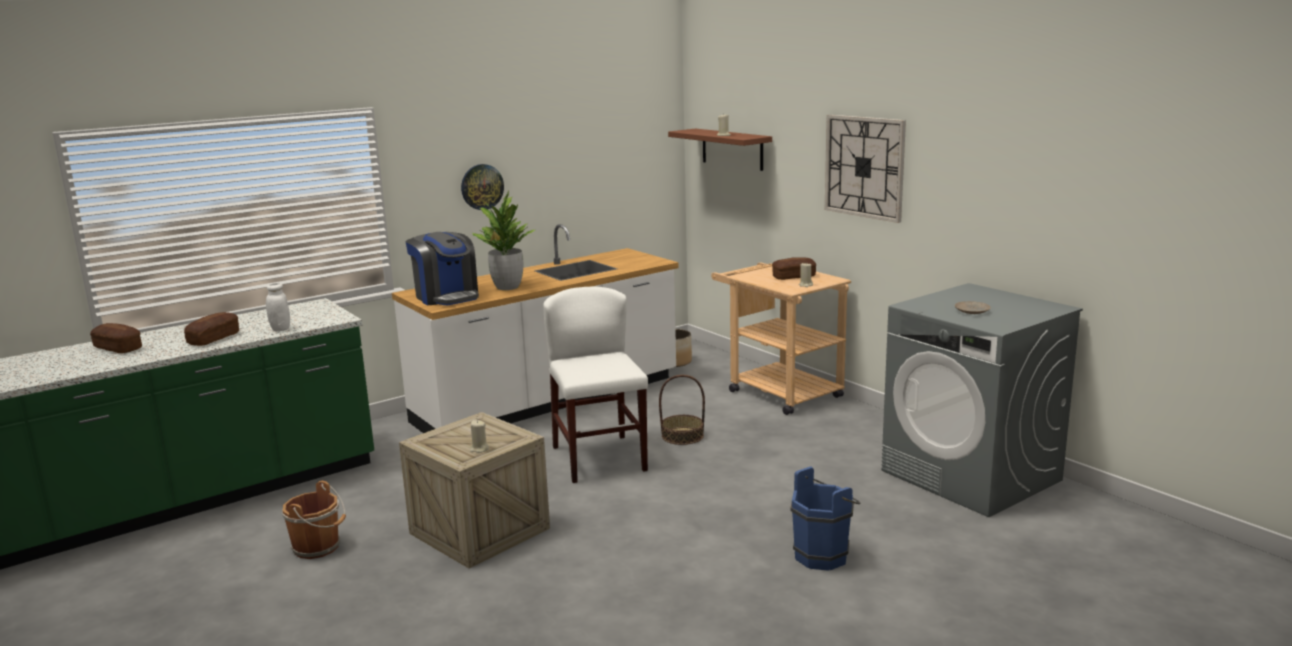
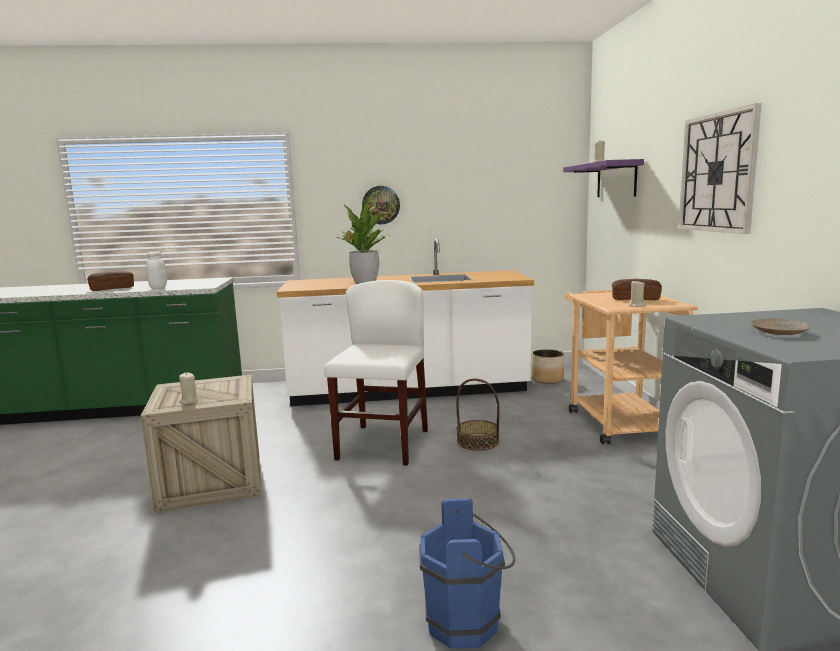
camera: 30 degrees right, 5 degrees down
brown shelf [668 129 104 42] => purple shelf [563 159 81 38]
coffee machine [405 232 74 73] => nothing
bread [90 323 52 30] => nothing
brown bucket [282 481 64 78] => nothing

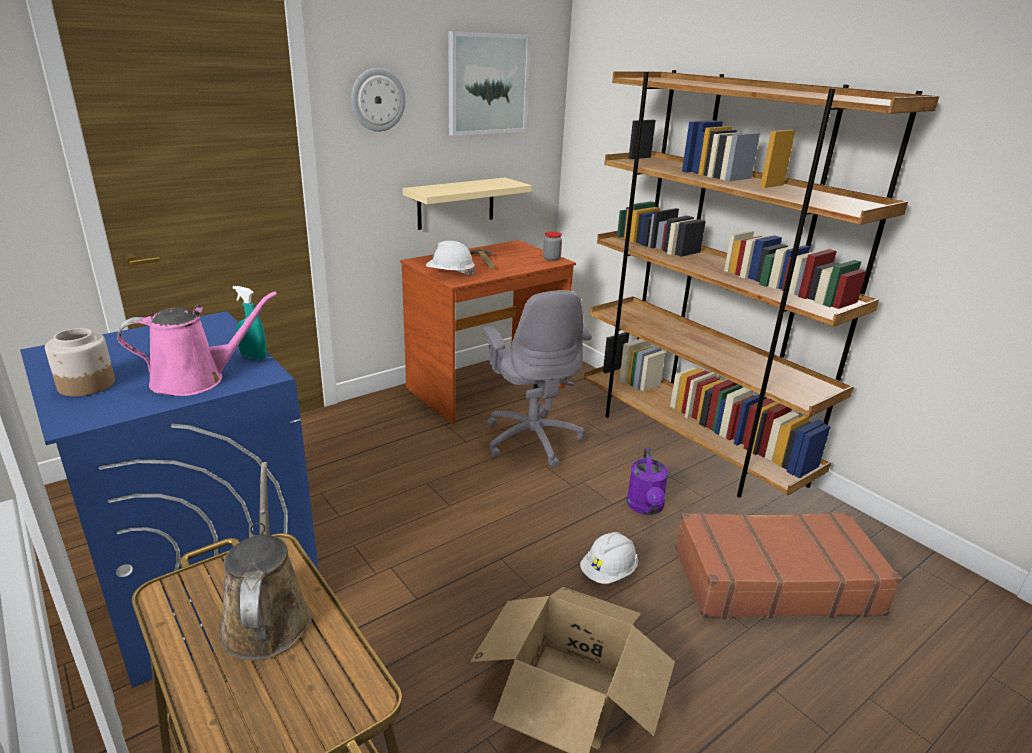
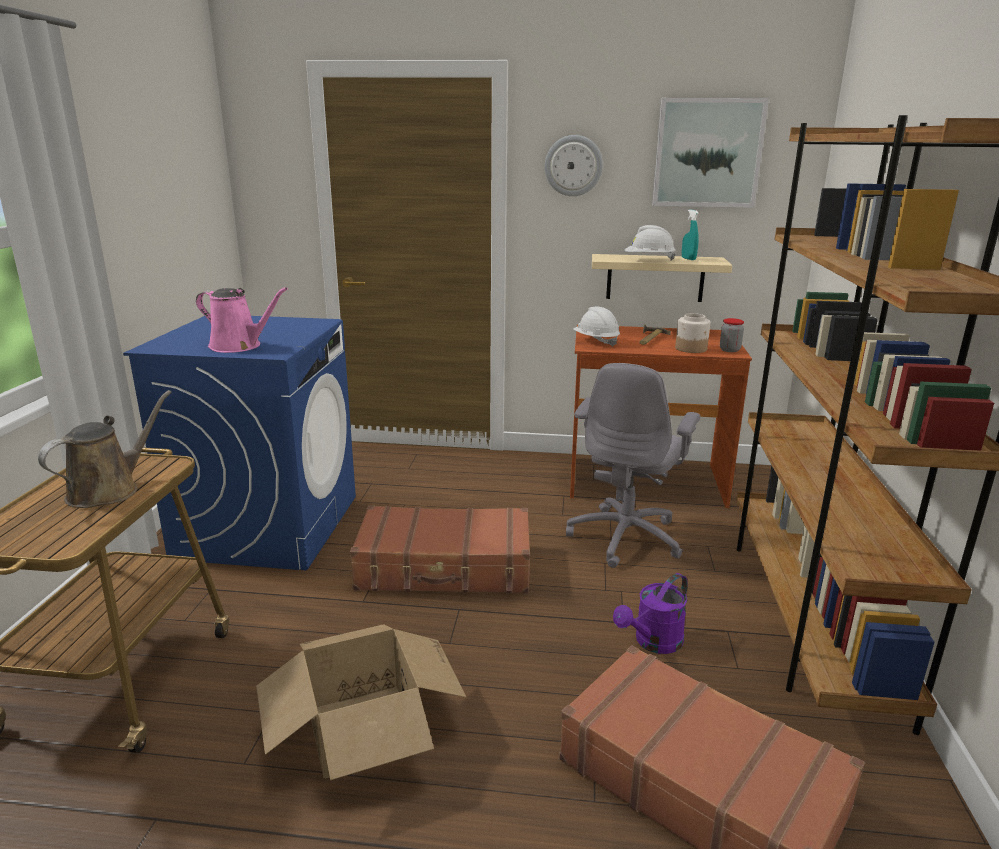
camera: 45 degrees right, 5 degrees down
turquoise spray bottle [233 286 34 74] => turquoise spray bottle [682 210 17 50], move
jar [45 328 70 69] => jar [675 313 35 40], move
white hard hat [580 532 58 52] => white hard hat [624 225 52 36], move
nothing => brown suitcase [350 505 180 88]

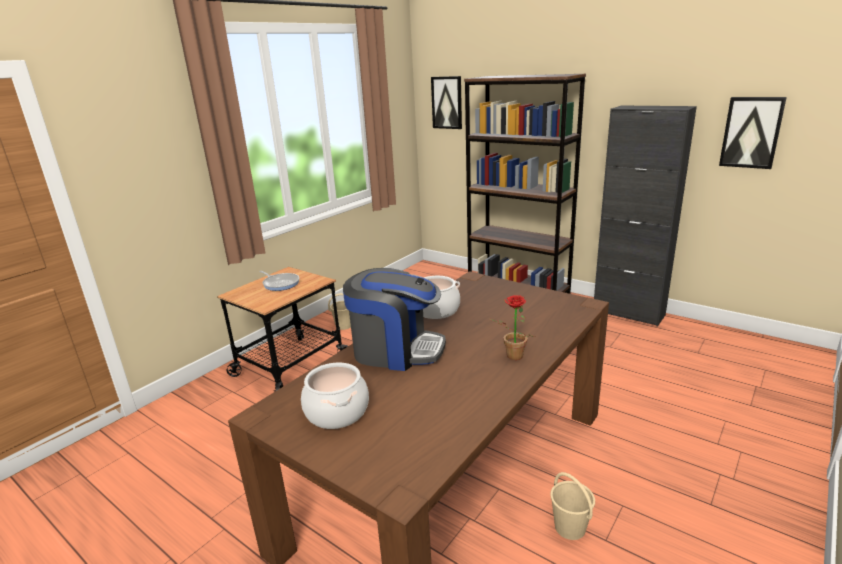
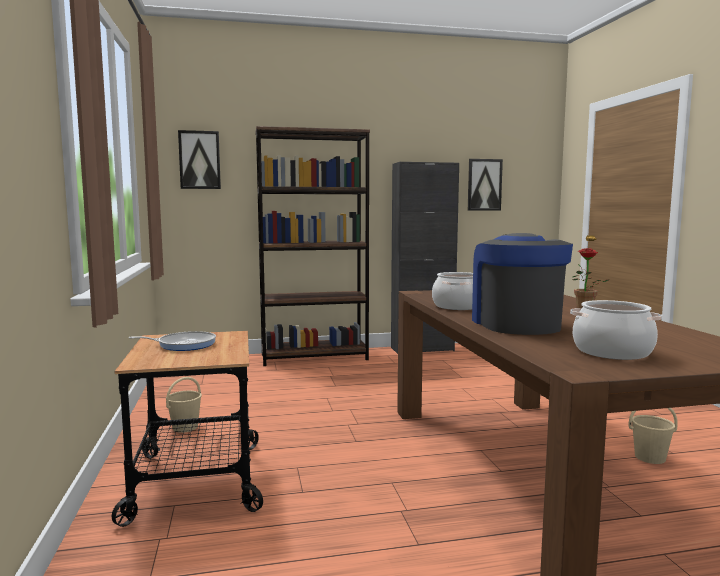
camera: 50 degrees left, 15 degrees down
coffee machine [343 268 103 103] => coffee machine [472 233 101 102], 60 degrees counterclockwise

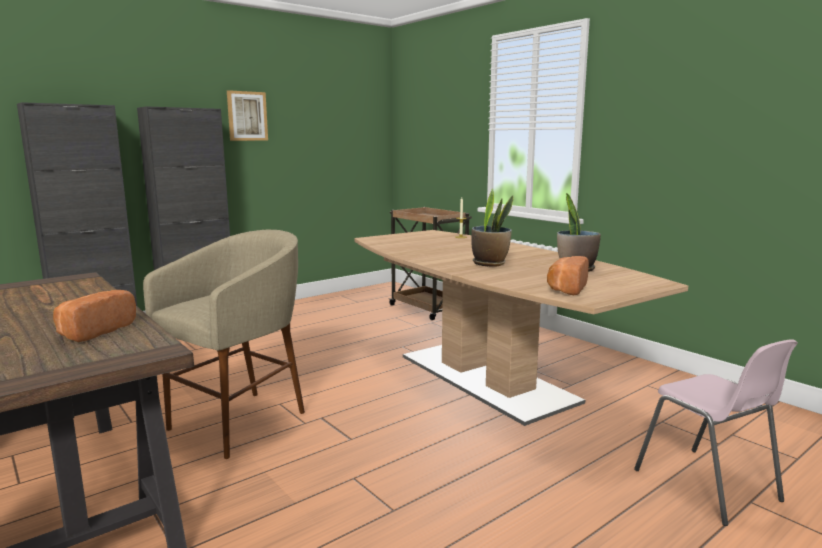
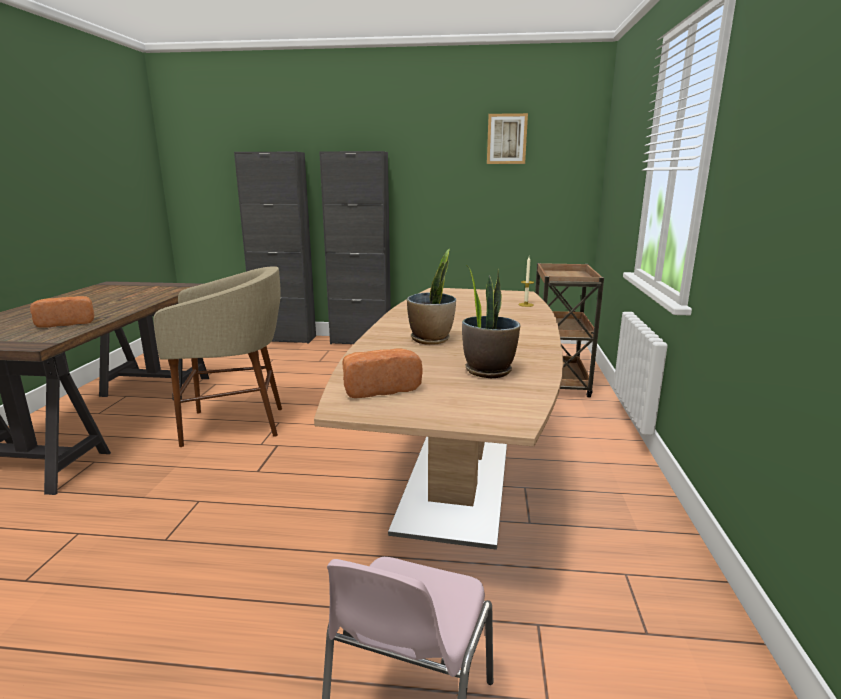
camera: 45 degrees right, 5 degrees up
picture [227 90 41 51] => picture [487 113 41 51], move

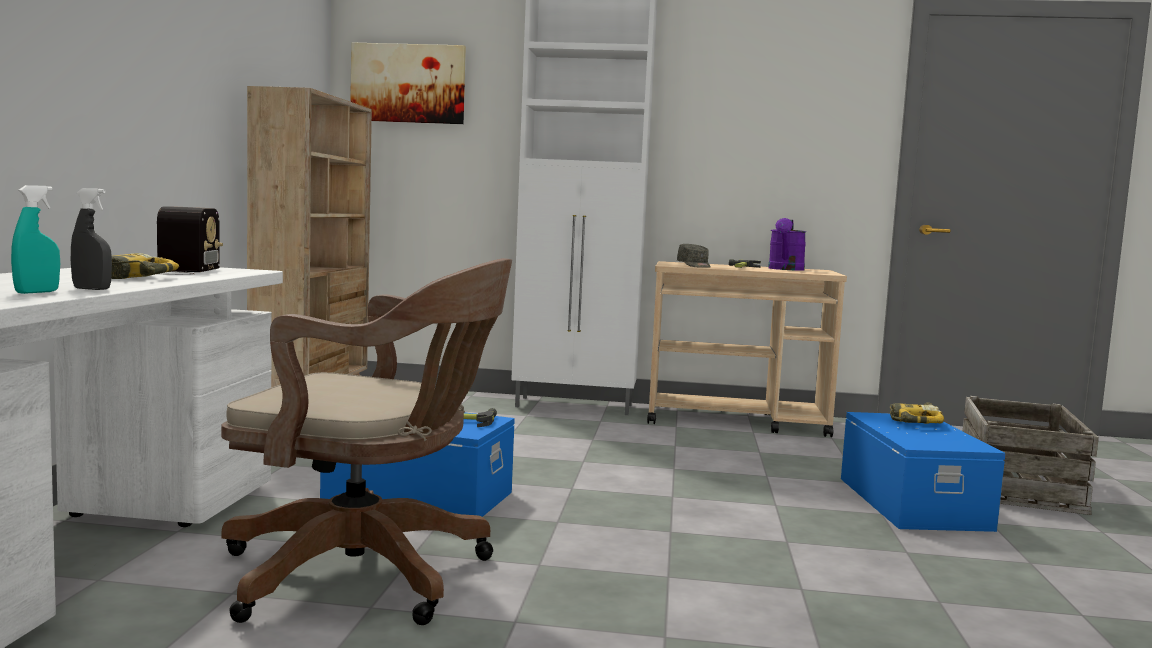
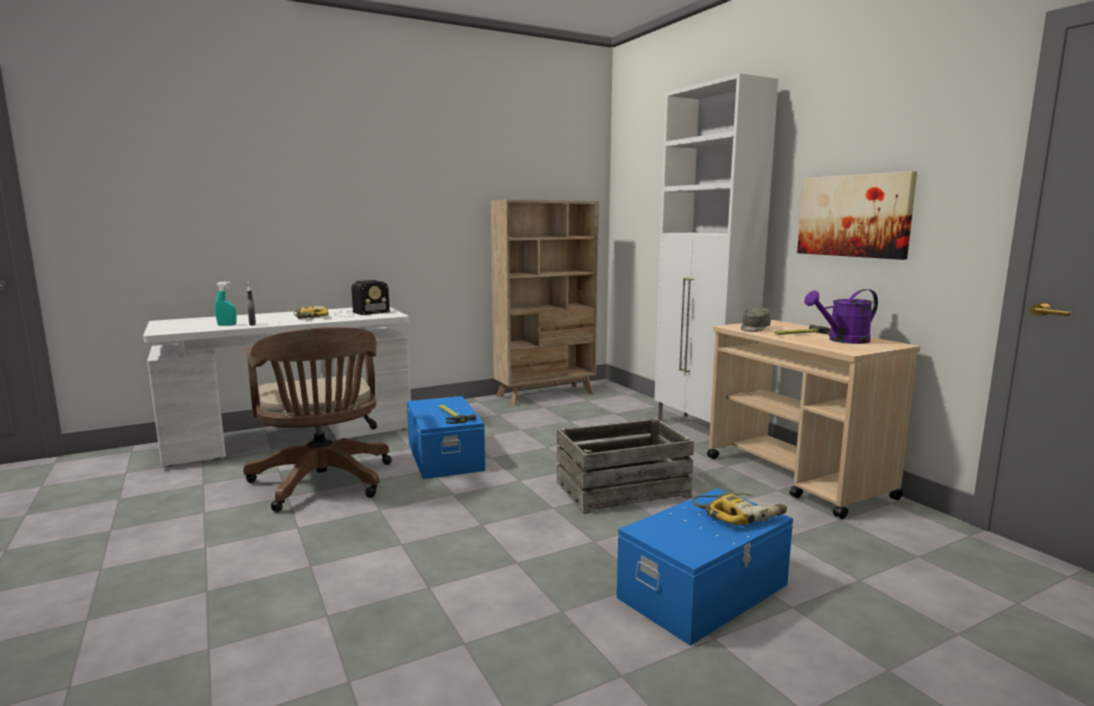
camera: 55 degrees right, 5 degrees up
picture [350 42 116 82] => picture [797 171 120 89], move
crate [963 396 136 119] => crate [557 418 137 96], move

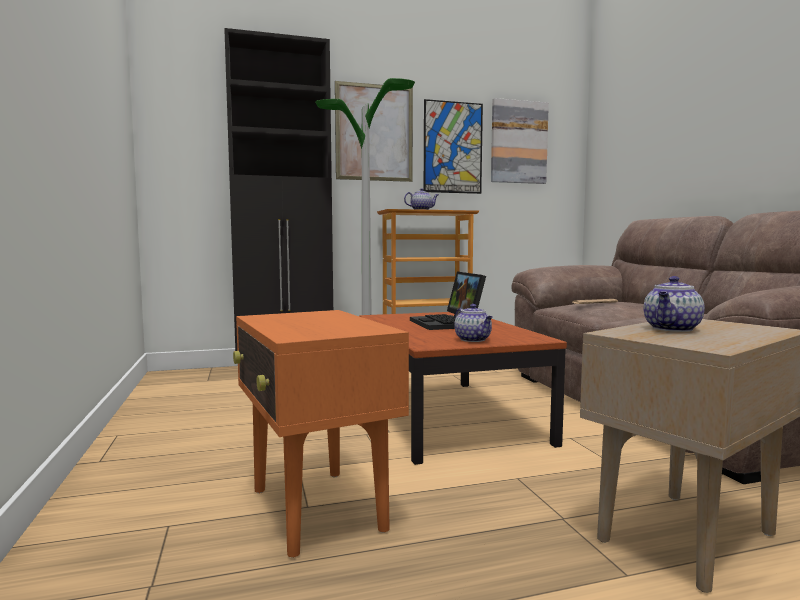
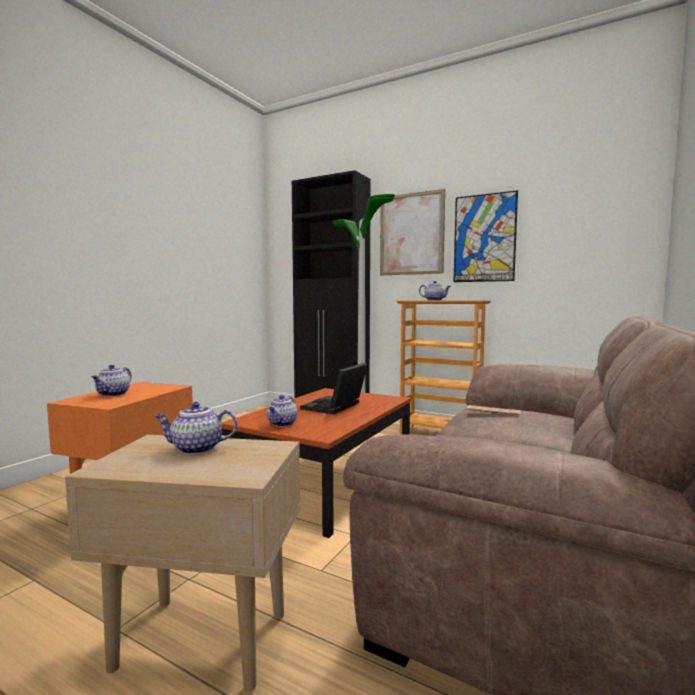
camera: 45 degrees right, 0 degrees up
picture [491 98 58 86] => nothing
nothing => teapot [92 365 40 32]

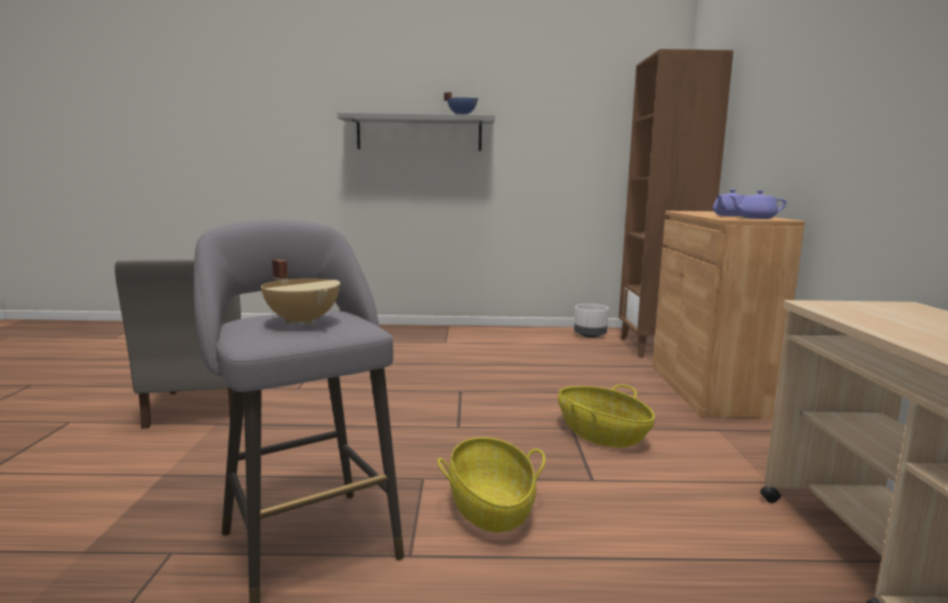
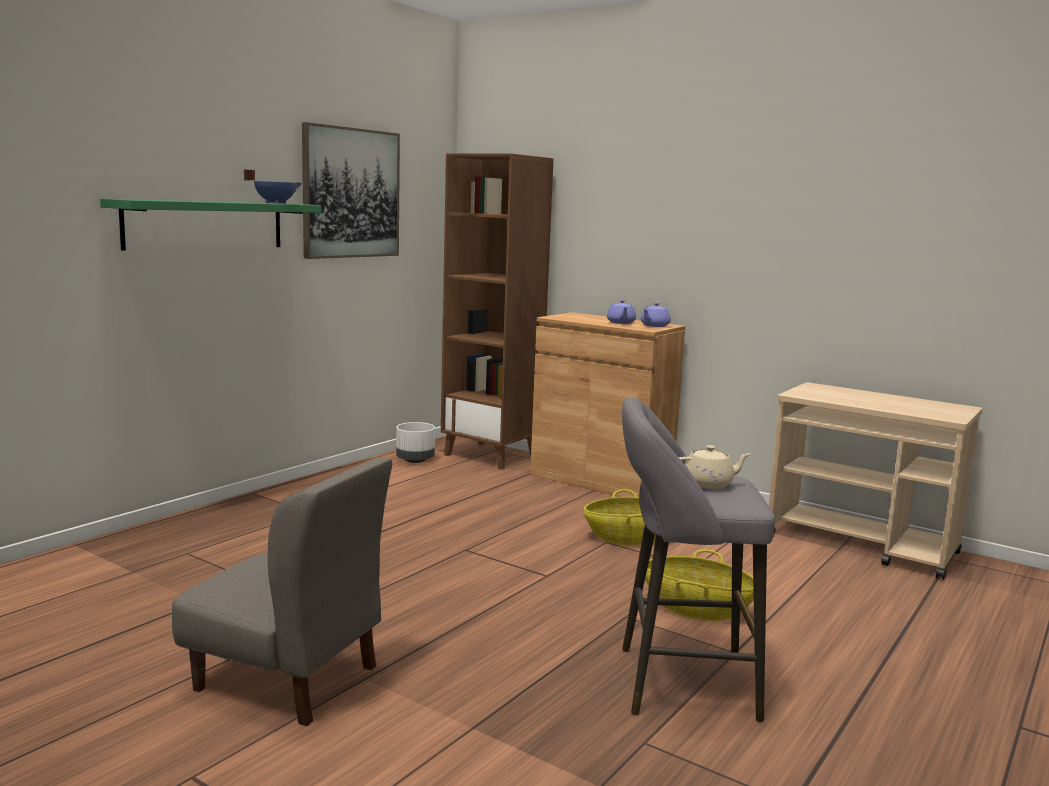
camera: 55 degrees left, 0 degrees up
grey shelf [338 113 157 38] => green shelf [100 199 221 52]
beige cooking pot [261 259 79 66] => beige teapot [679 445 72 44]
nothing => picture [302 122 98 137]

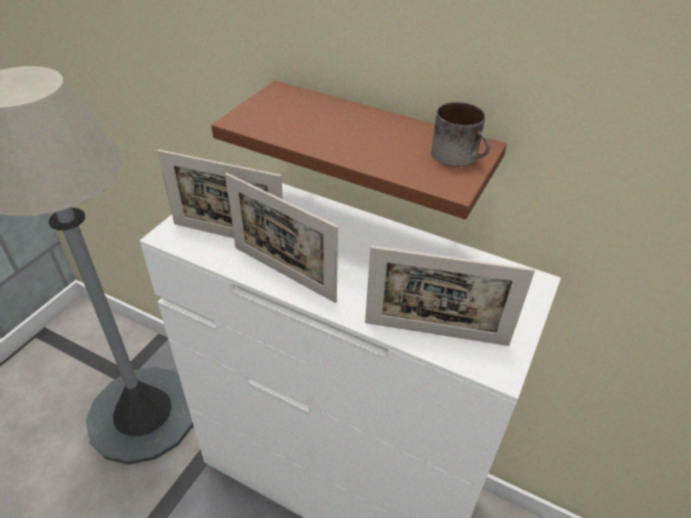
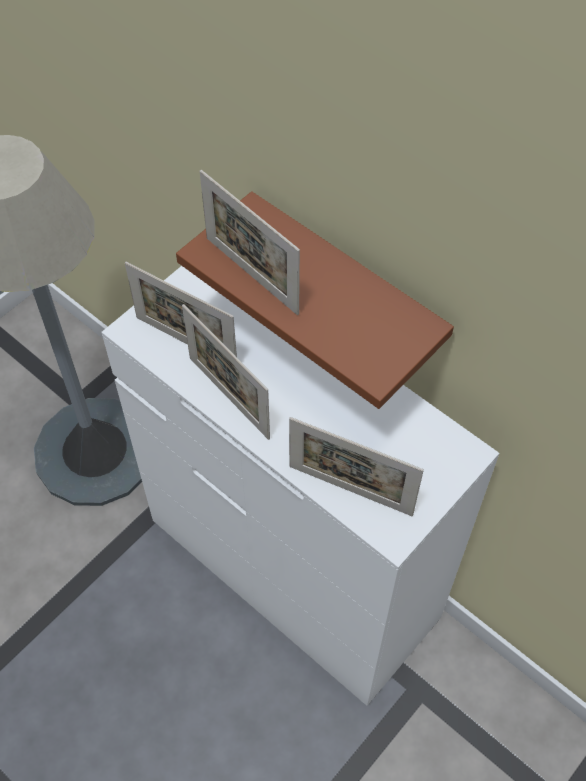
camera: 15 degrees right, 15 degrees up
mug [431 102 59 65] => nothing
nothing => picture frame [200 170 100 145]

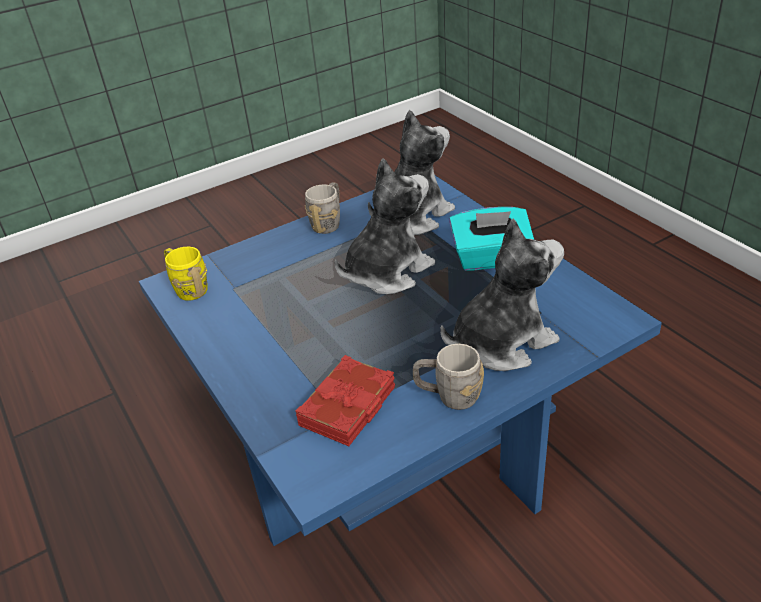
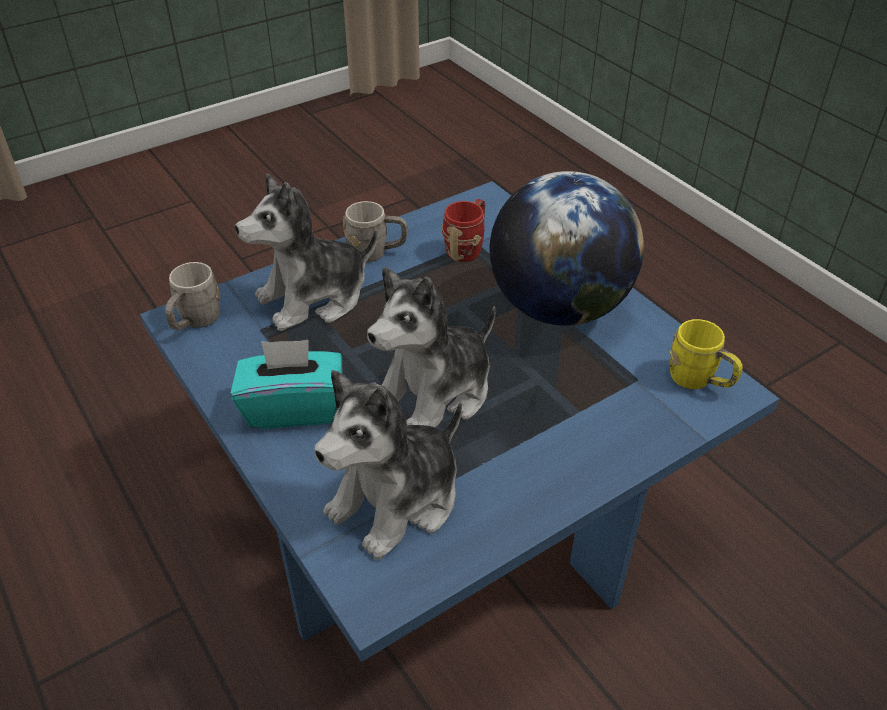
camera: 175 degrees right, 5 degrees up
grey mug [305 182 35 52] => grey mug [165 262 55 68], move
red book [296 355 99 91] => red mug [442 199 43 63]
nothing => globe [490 171 154 155]

